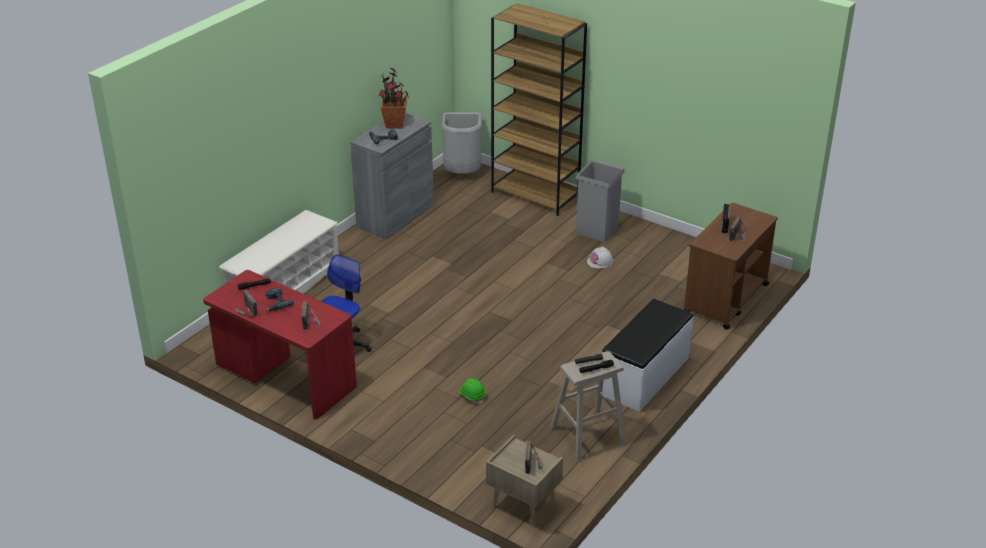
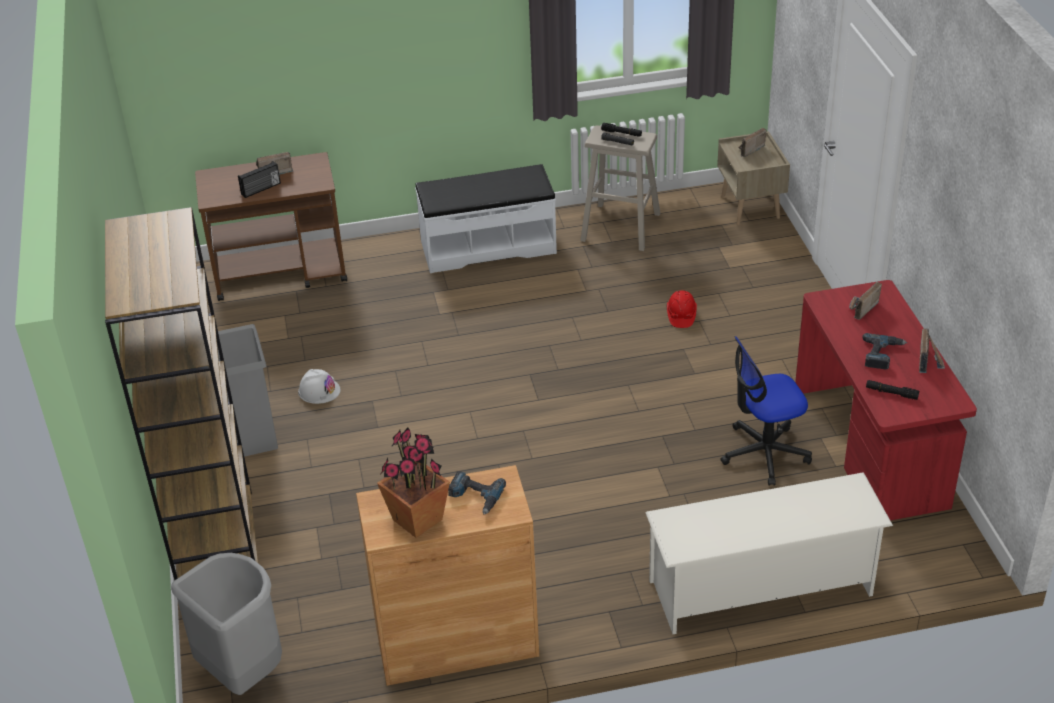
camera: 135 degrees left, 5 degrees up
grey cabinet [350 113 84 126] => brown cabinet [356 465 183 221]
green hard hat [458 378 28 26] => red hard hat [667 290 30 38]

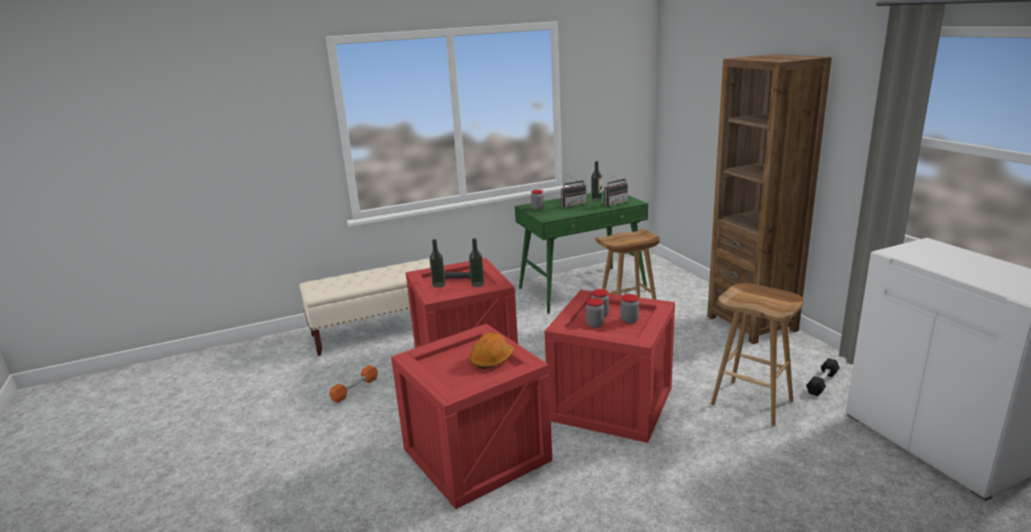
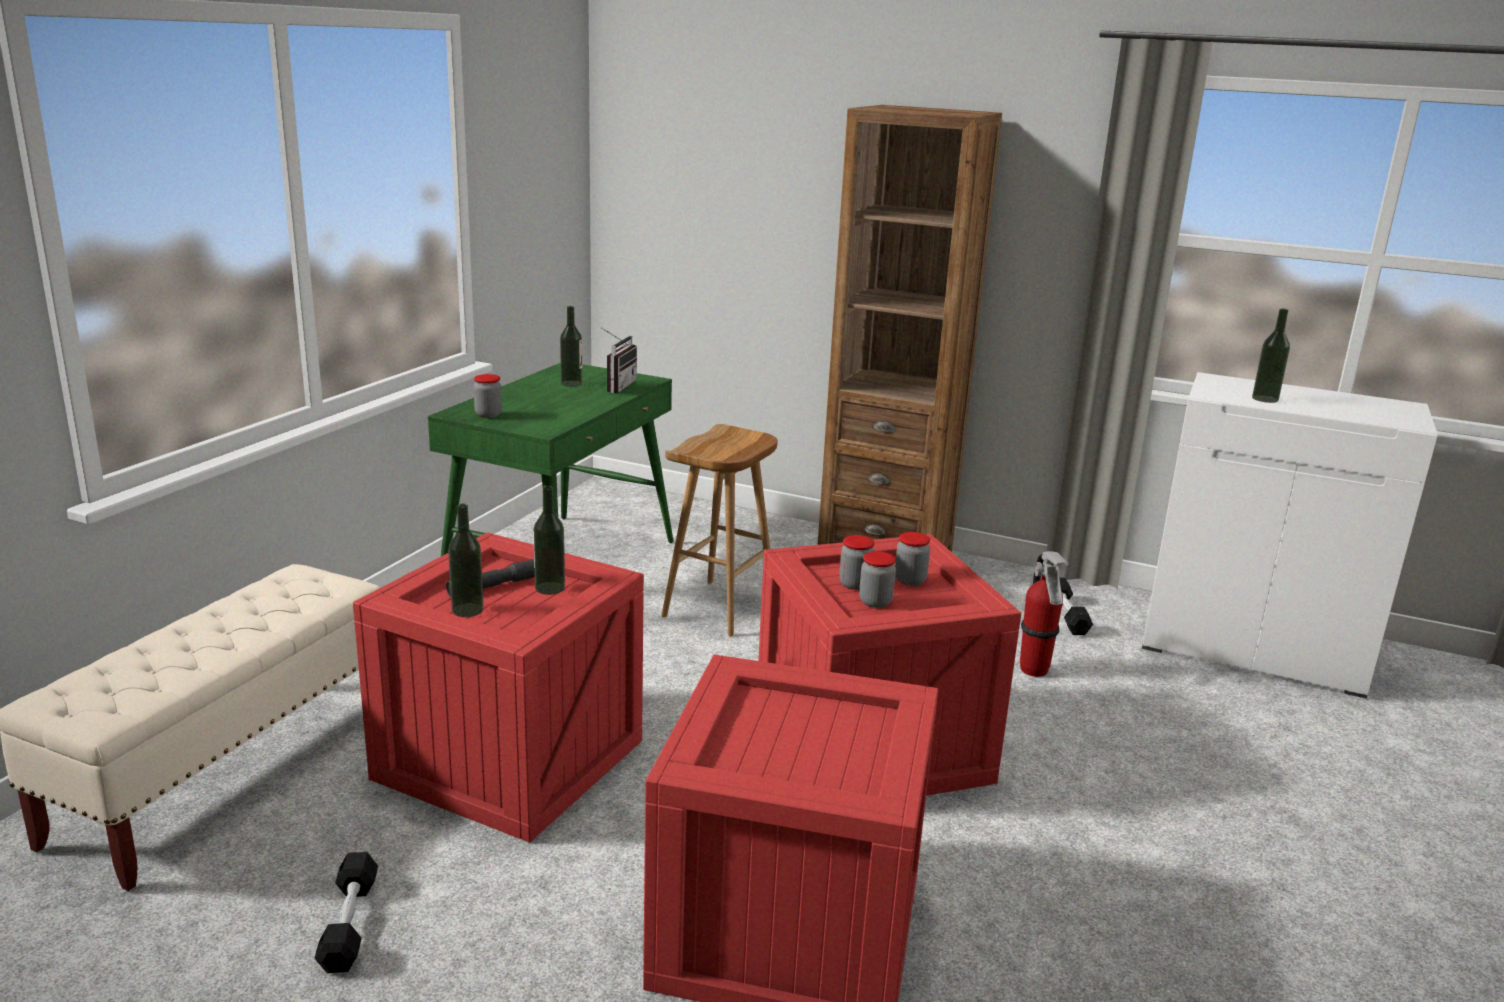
camera: 45 degrees left, 0 degrees up
radio [561 174 26 33] => nothing
brown stool [711 283 93 143] => fire extinguisher [1020 551 50 126]
orange hard hat [470 333 44 36] => nothing
orange dumbbell [329 365 49 38] => black dumbbell [315 852 63 121]
nothing => bottle [1252 308 38 95]

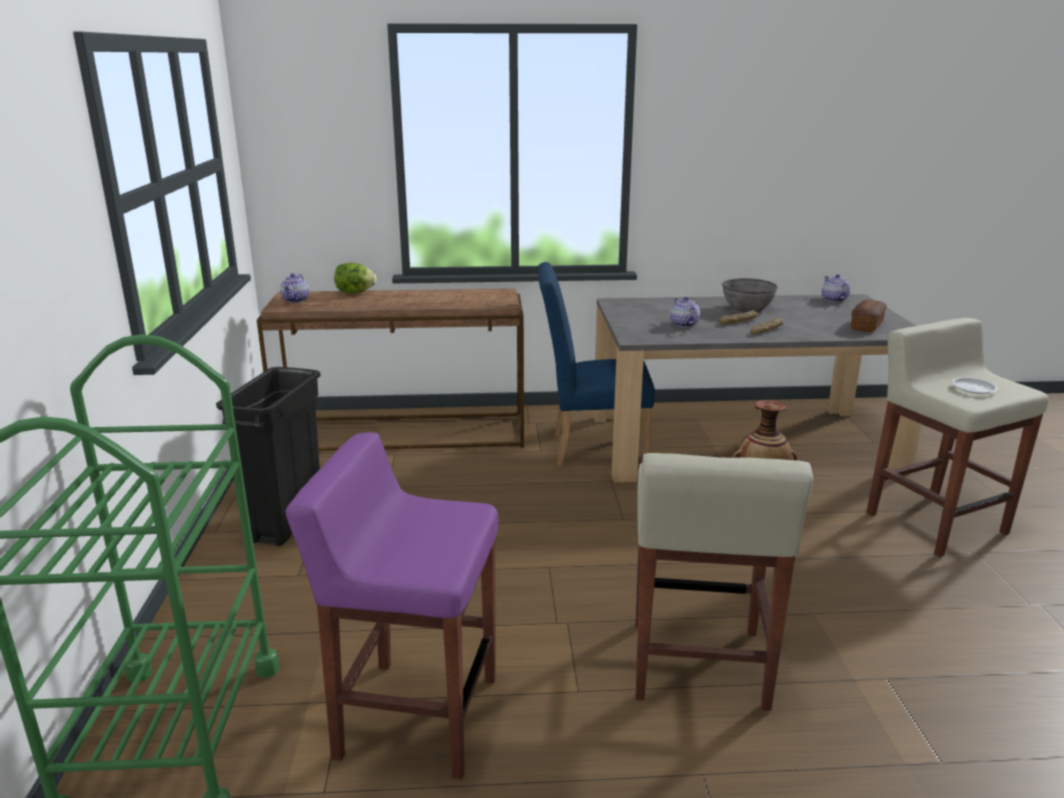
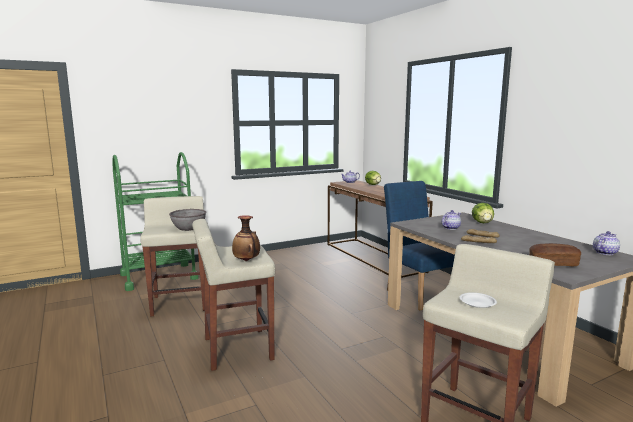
camera: 65 degrees right, 10 degrees down
grey bowl [722 278 56 34] => grey bowl [169 209 37 22], move
black trash can [216 367 105 179] => nothing
purple stool [286 432 212 347] => beige stool [141 196 64 120]
nothing => lettuce [472 203 22 21]

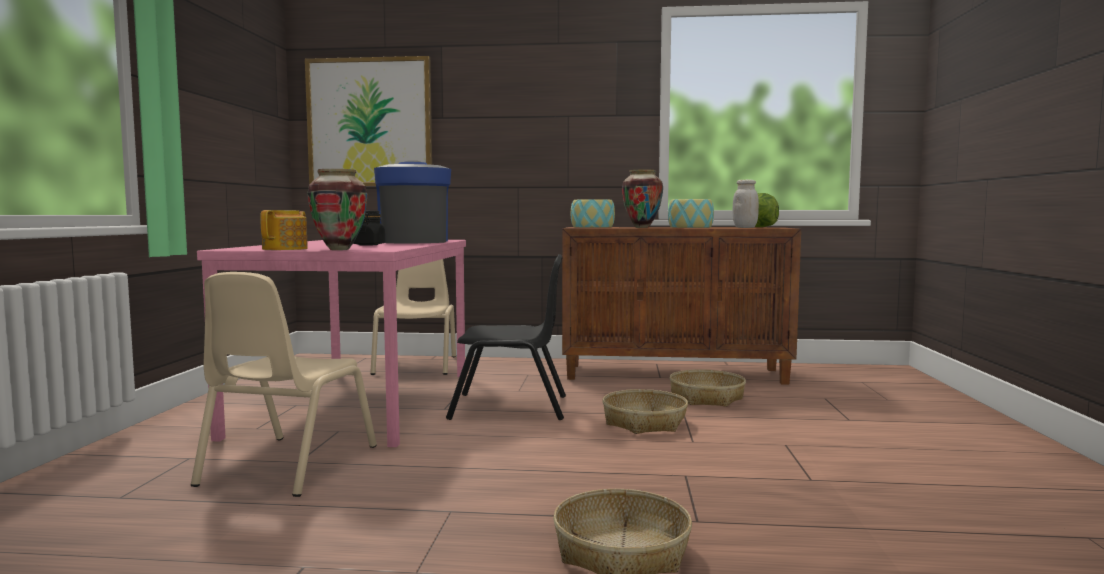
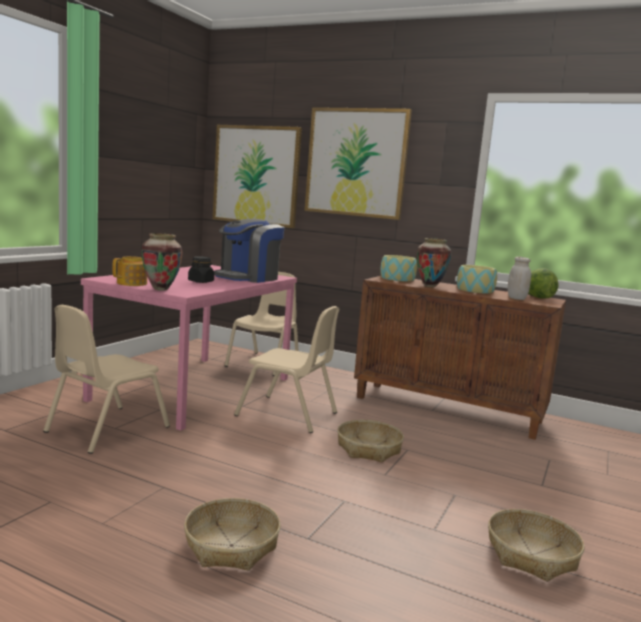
camera: 20 degrees right, 5 degrees up
coffee machine [374 160 77 83] => coffee machine [214 219 71 64], 150 degrees counterclockwise
black chair [446 254 120 166] => beige chair [234 306 106 127]
basket [670 369 76 38] => basket [488 509 97 73], move
nothing => picture [305 107 107 113]

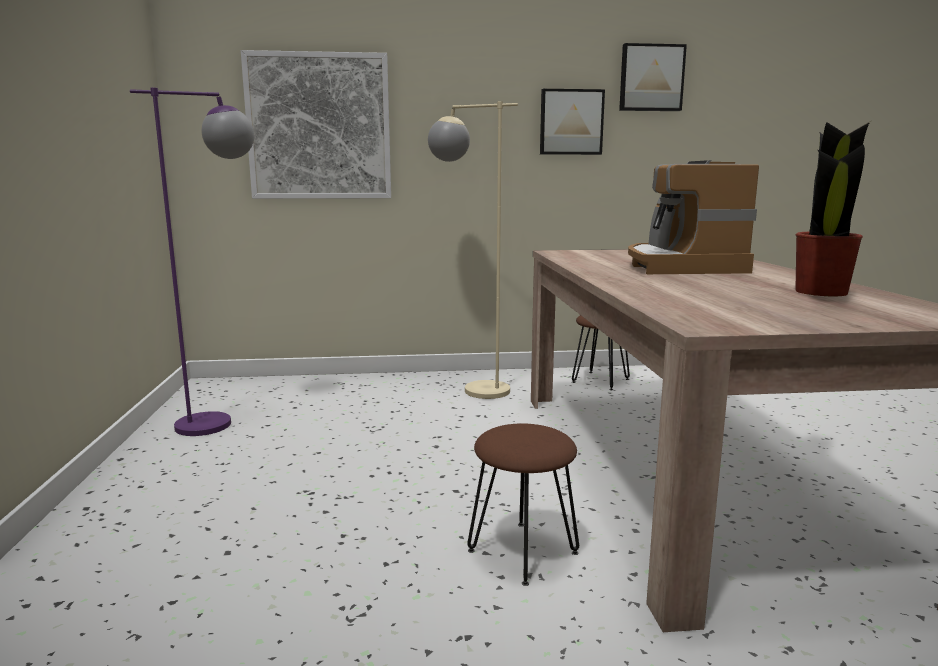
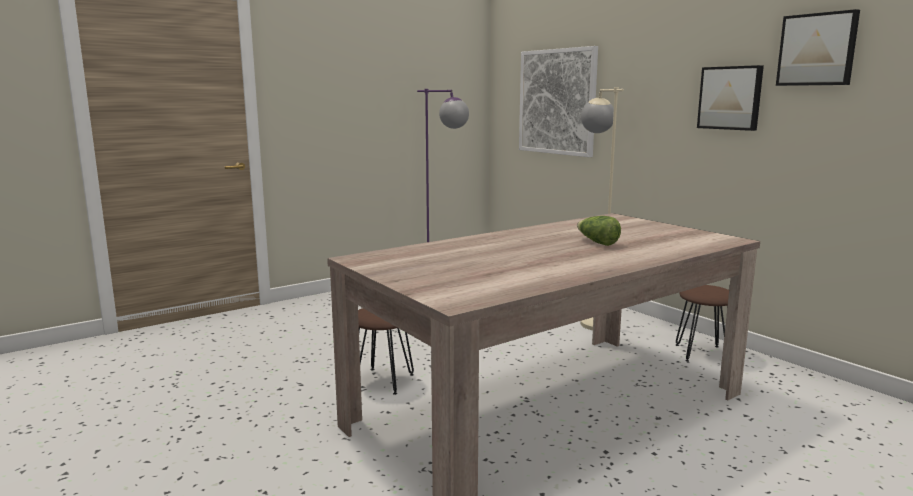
camera: 60 degrees right, 0 degrees up
potted plant [795 121 76 175] => nothing
coffee machine [628 160 131 114] => lettuce [577 216 44 30]

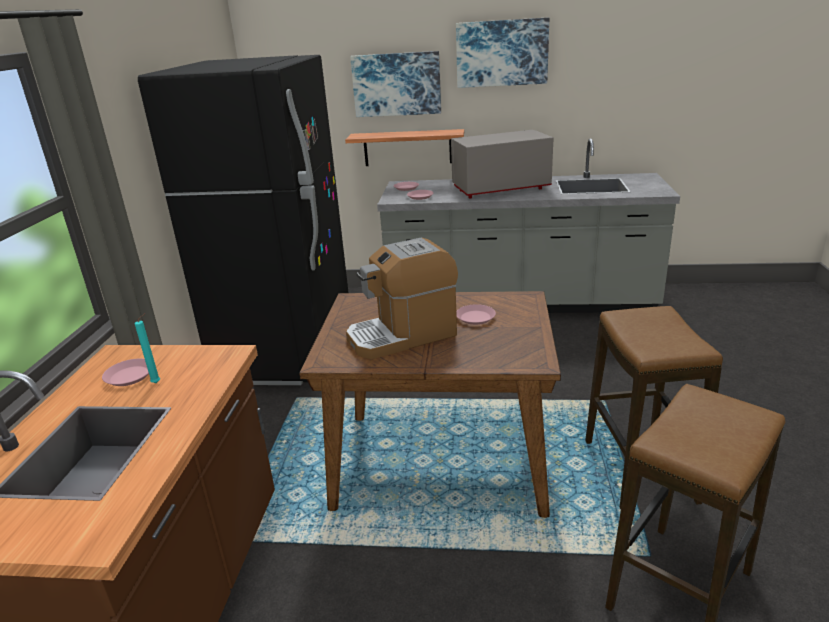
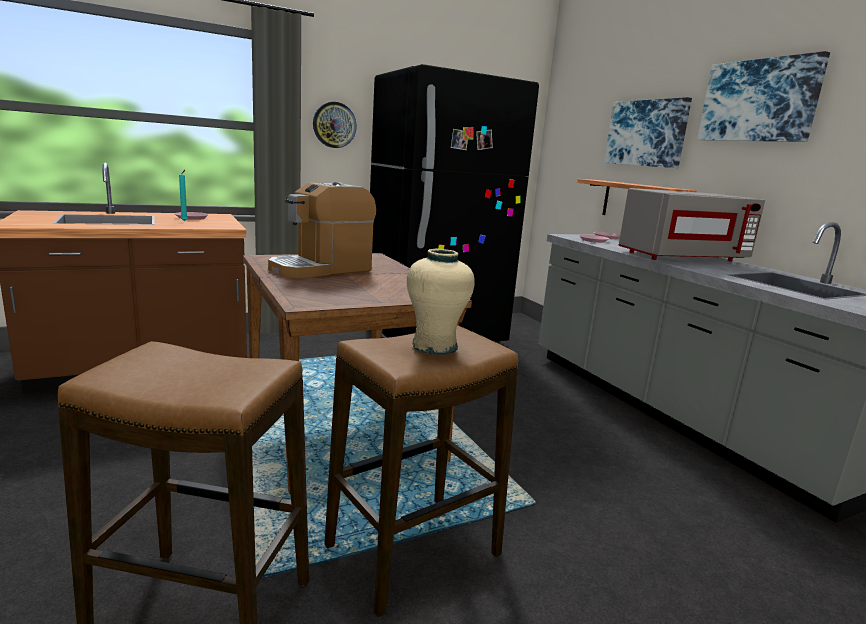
camera: 55 degrees right, 10 degrees down
grey microwave [451 130 102 69] => grey microwave [618 188 147 73], 120 degrees clockwise
coffee machine [346 237 112 122] => coffee machine [268 182 108 97], 75 degrees counterclockwise
pink plate [456 304 40 21] => nothing
nothing => wall clock [313 102 44 46]
nothing => beige vase [407 249 68 106]

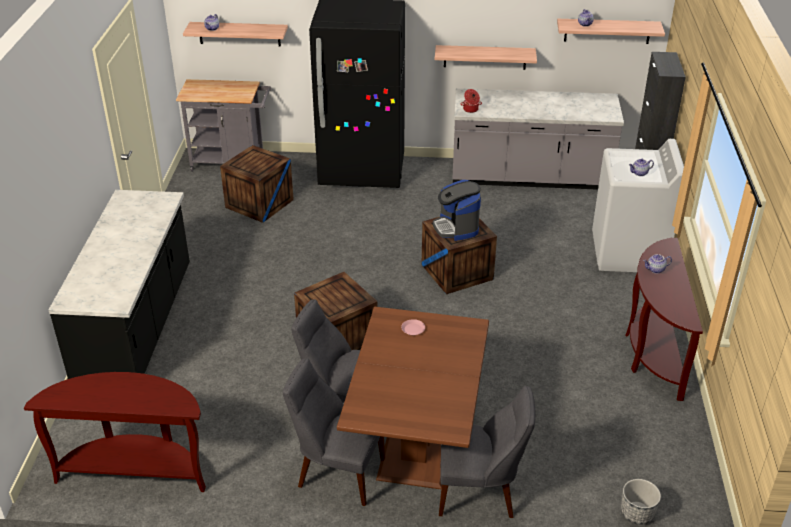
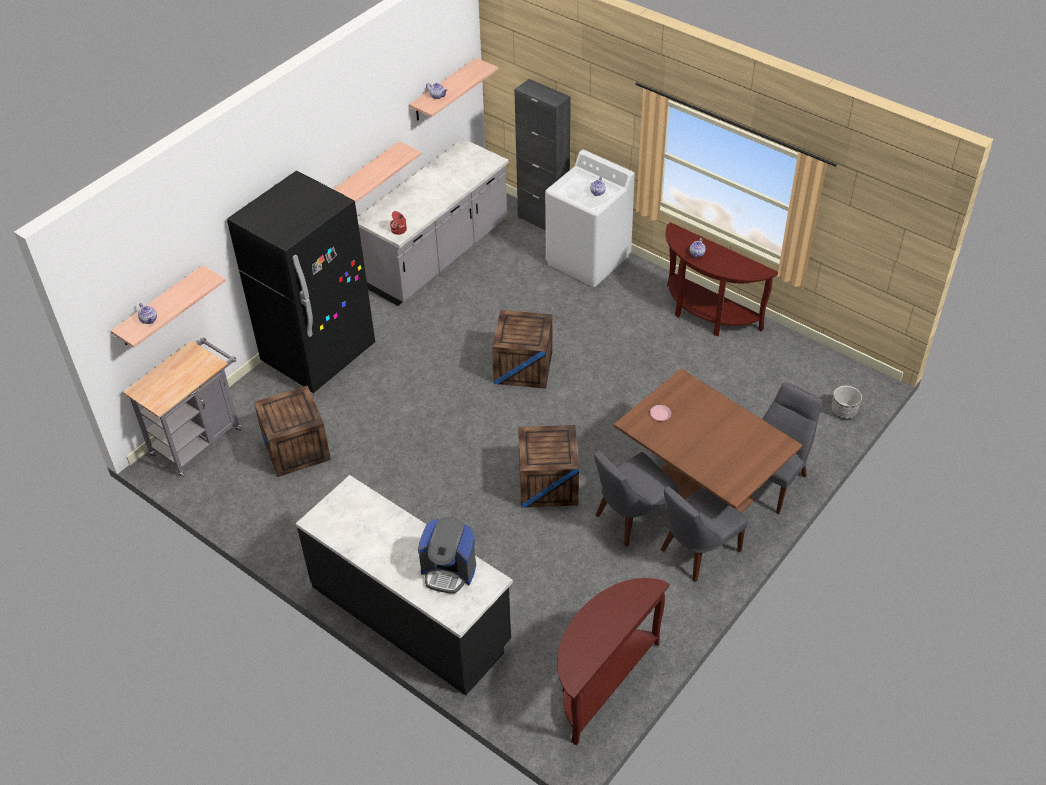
camera: 55 degrees left, 10 degrees up
coffee machine [433 180 48 61] => coffee machine [418 517 58 76], move

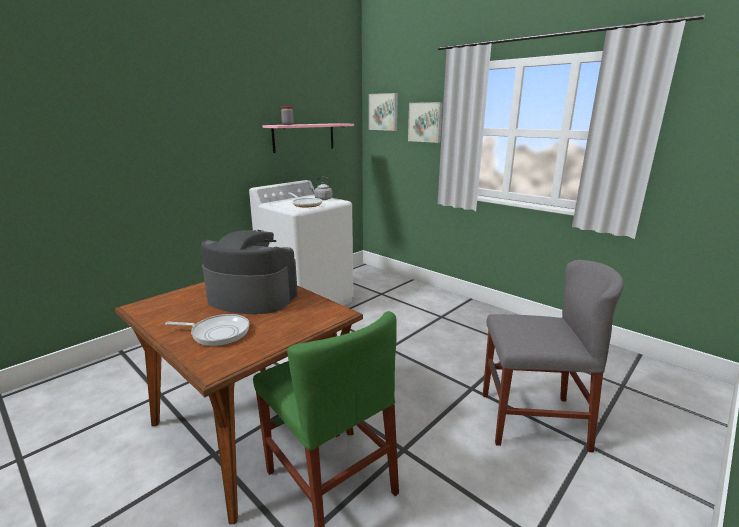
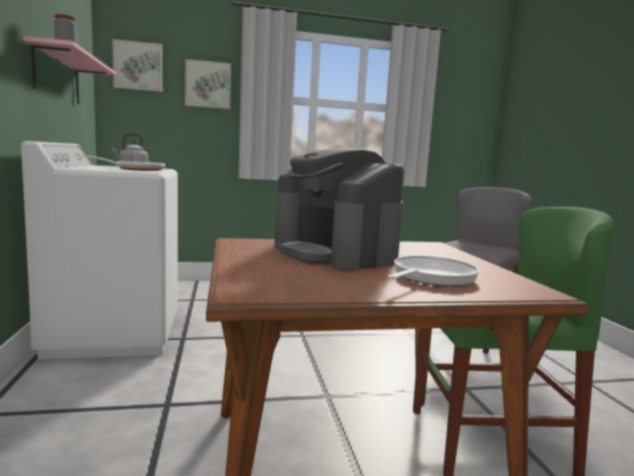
camera: 55 degrees left, 10 degrees down
coffee machine [201 230 97 84] => coffee machine [275 148 129 123], 90 degrees counterclockwise

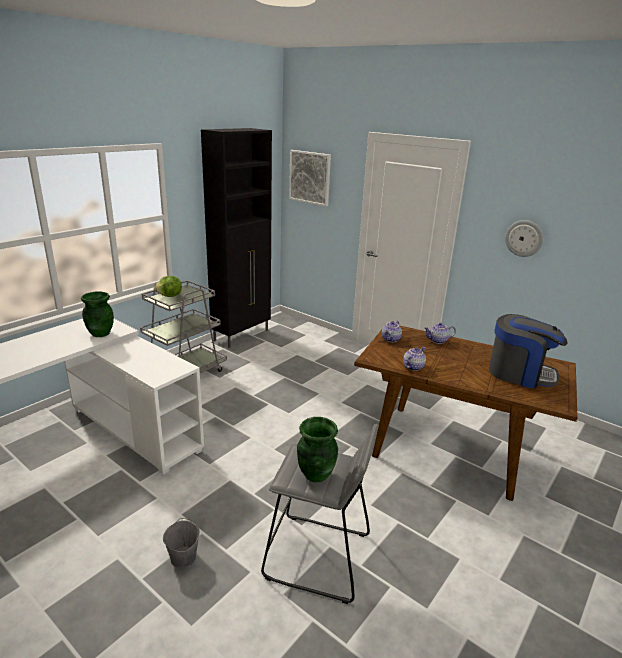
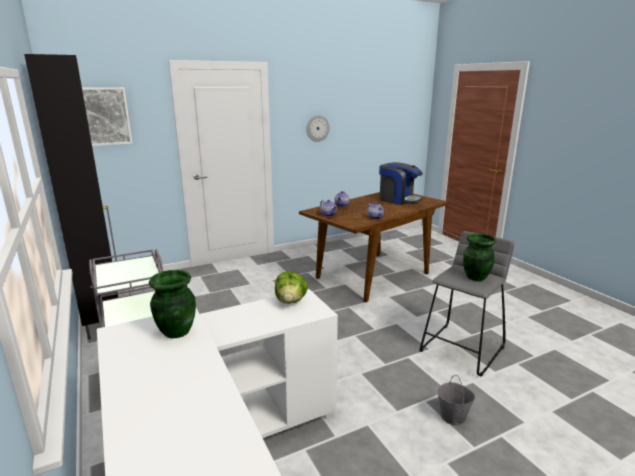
camera: 65 degrees left, 5 degrees down
lettuce [154 276 28 21] => lettuce [275 272 33 32], move
coffee machine [489 314 79 75] => coffee machine [379 162 44 43], 75 degrees clockwise

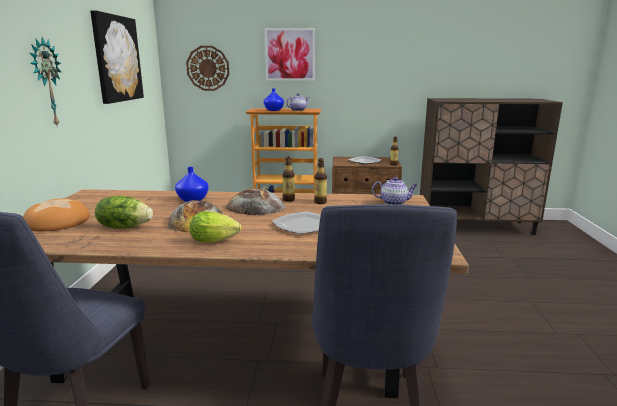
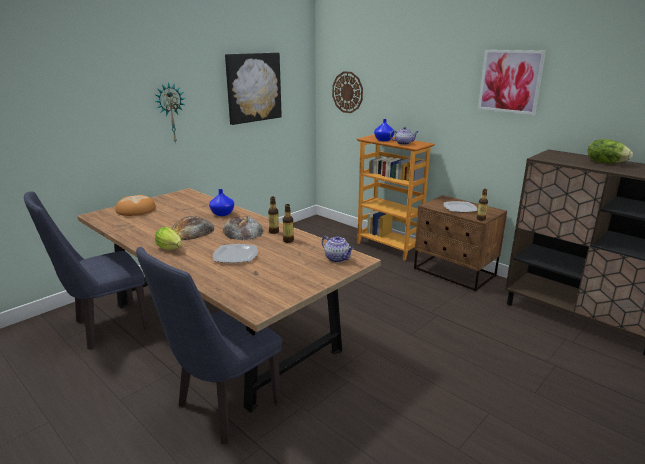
camera: 40 degrees right, 5 degrees up
picture [264 28 51 53] => picture [478 50 68 65], move
lettuce [95 195 58 34] => lettuce [587 139 46 24], move

